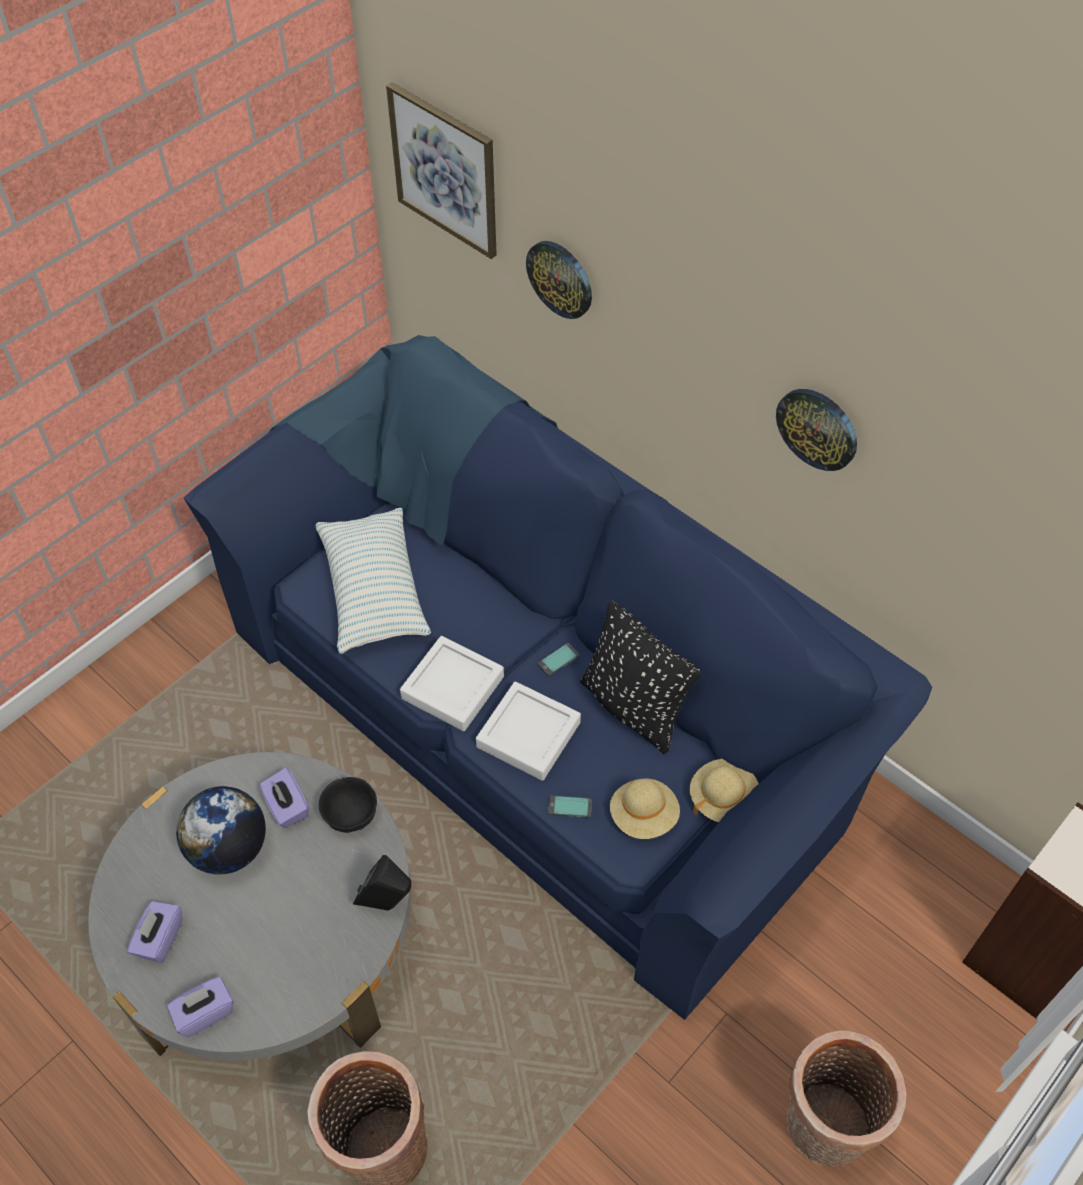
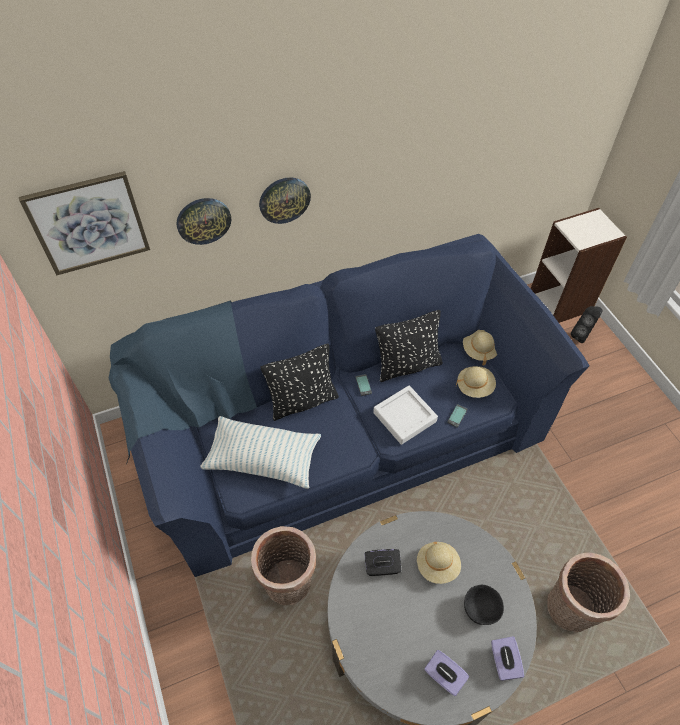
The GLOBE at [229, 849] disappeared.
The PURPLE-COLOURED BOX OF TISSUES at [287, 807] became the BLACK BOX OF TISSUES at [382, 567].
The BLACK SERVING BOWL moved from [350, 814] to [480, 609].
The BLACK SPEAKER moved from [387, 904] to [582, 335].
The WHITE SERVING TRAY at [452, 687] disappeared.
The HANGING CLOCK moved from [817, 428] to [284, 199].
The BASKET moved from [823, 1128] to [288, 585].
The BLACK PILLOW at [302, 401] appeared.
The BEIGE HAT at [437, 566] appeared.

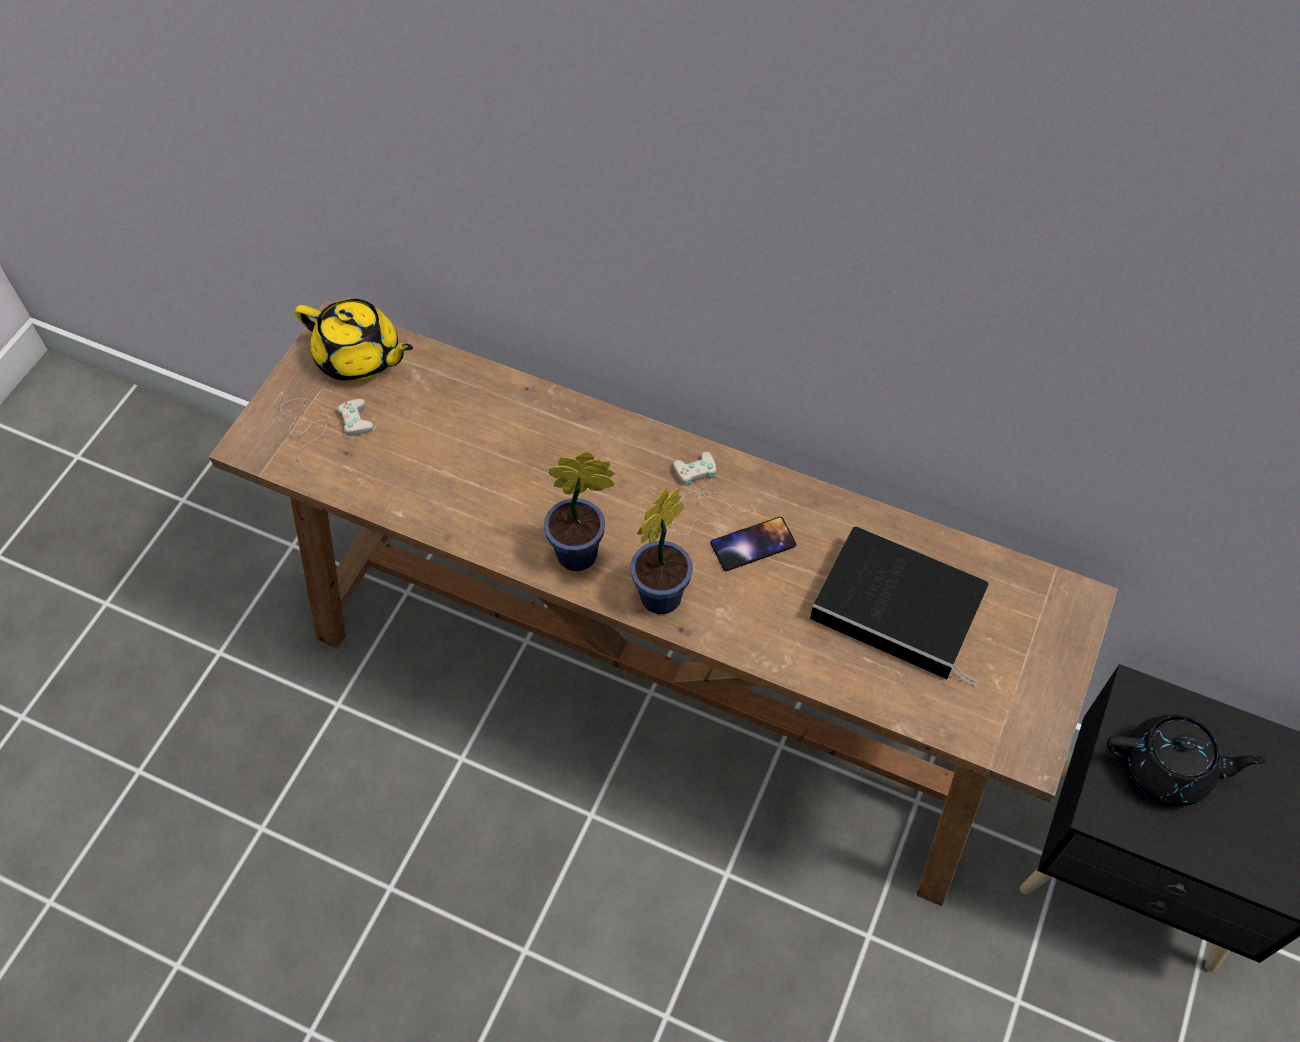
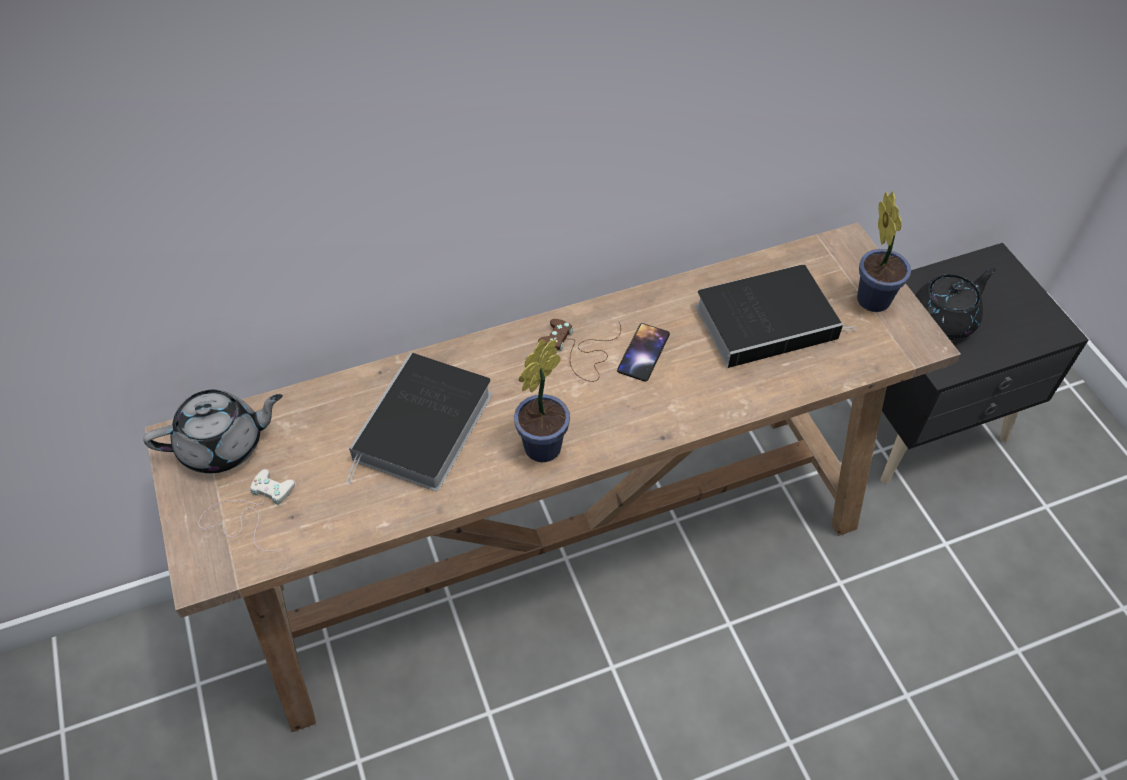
The YELLOW TEA POT at [360, 358] became the GREYISH TEA POT at [224, 445].
The POTTED PLANT moved from [665, 593] to [872, 296].
The WHITE GAME CONTROLLER at [701, 499] became the BROWN GAME CONTROLLER at [580, 351].
The BOOK at [423, 430] appeared.

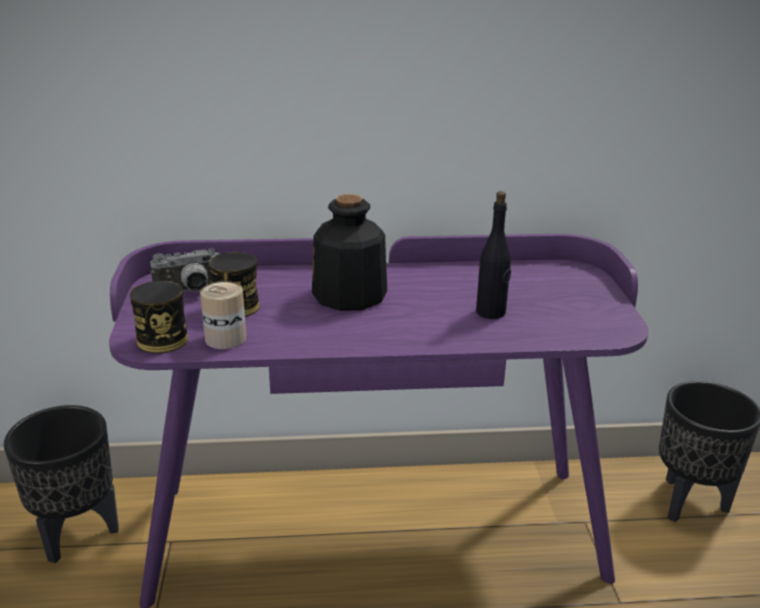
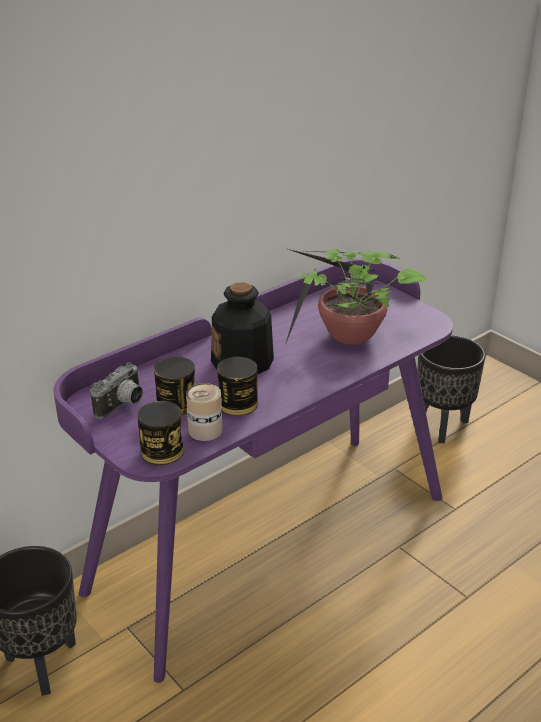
The BLACK BOTTLE at [491, 312] was replaced by the POTTED PLANT at [348, 339].
The SEALED CAN at [238, 404] appeared.

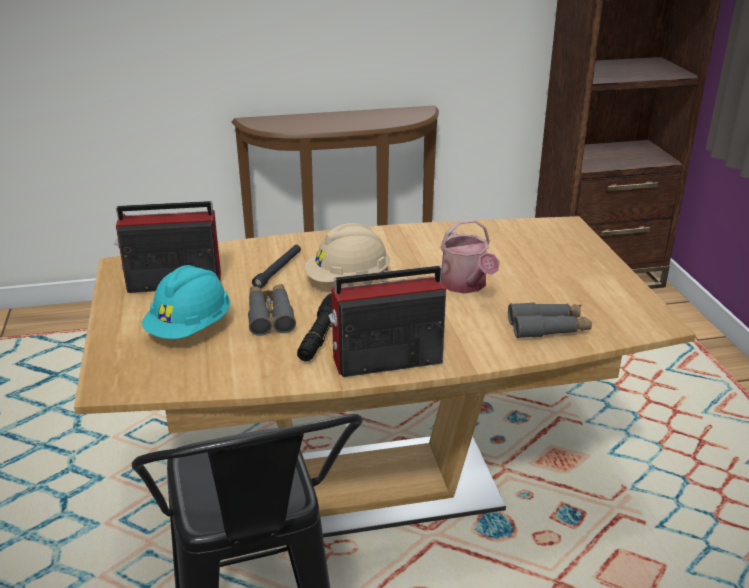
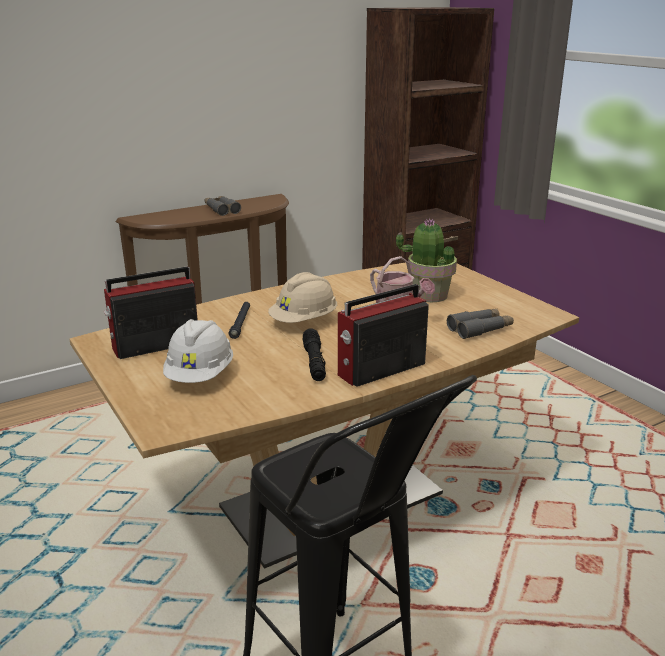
The TURQUOISE-COLOURED HARD HAT at [190, 329] became the WHITE HARD HAT at [200, 376].
The GREYISH FIELD GLASSES moved from [270, 316] to [221, 210].
The POTTED PLANT at [429, 295] appeared.

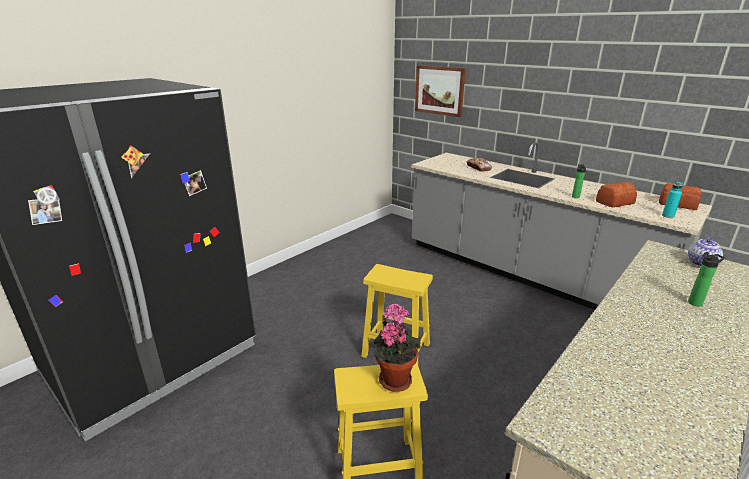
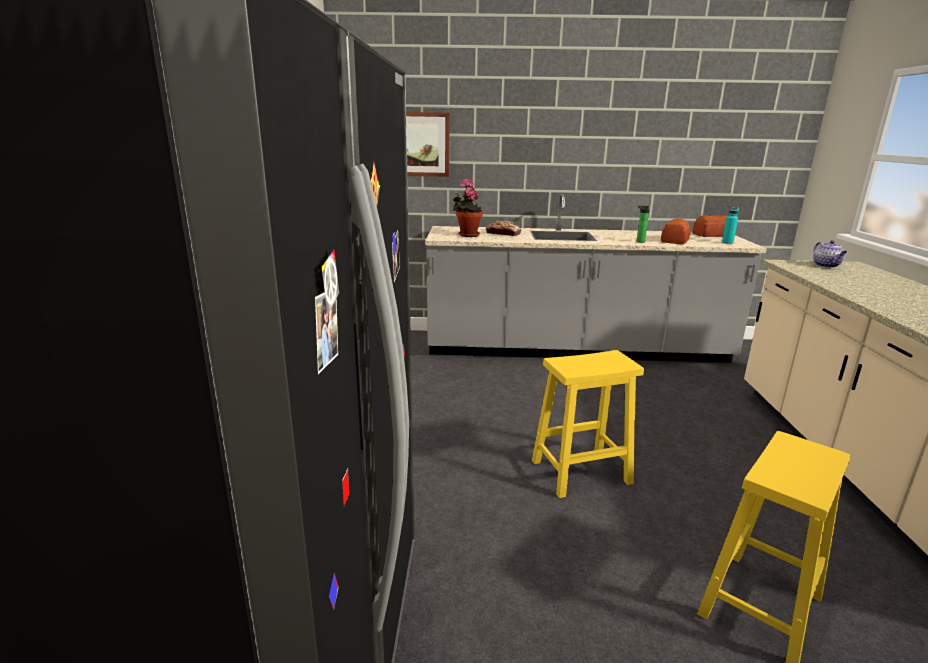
The POTTED PLANT moved from [394, 378] to [467, 235].
The BOTTLE at [696, 302] disappeared.

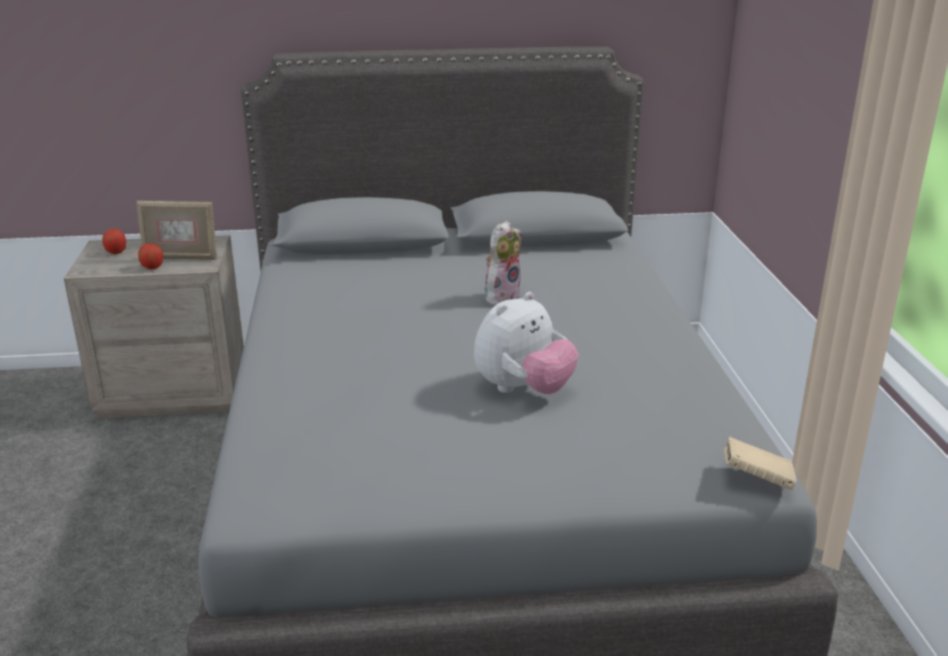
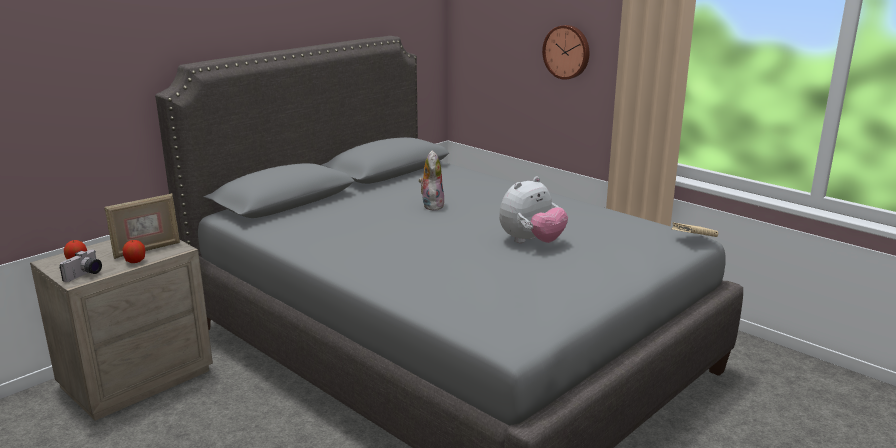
The SOFT TOY at [523, 390] turned 45 degrees clockwise.
The PHOTO CAMERA at [85, 275] appeared.
The HANGING CLOCK at [567, 52] appeared.

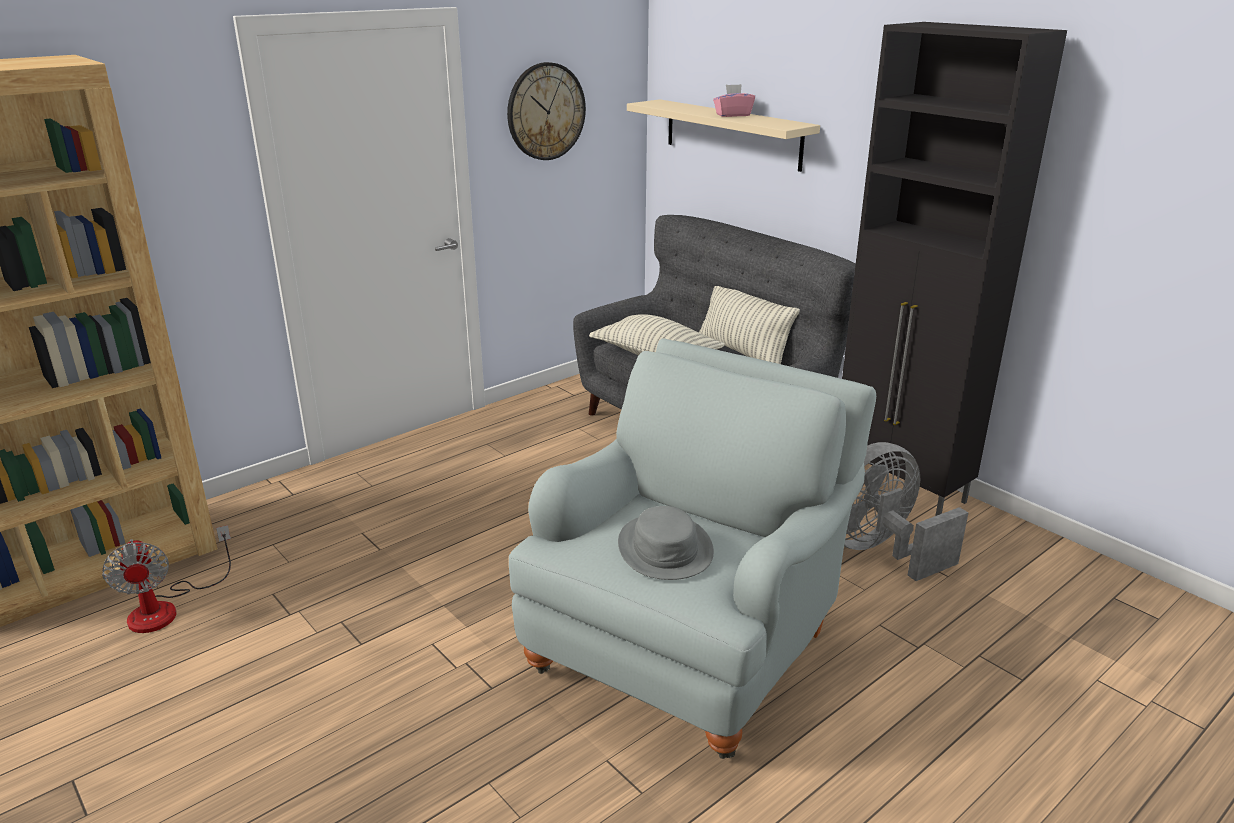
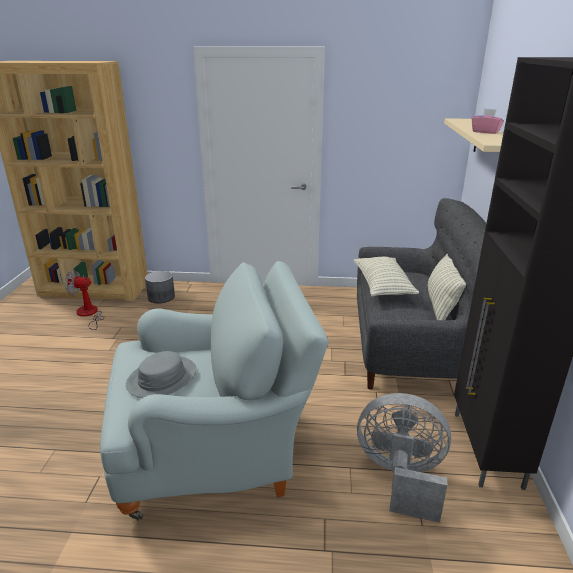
The COOLING FAN at [167, 608] turned 75 degrees clockwise.
The HANGING CLOCK at [546, 111] disappeared.
The GREYISH PLANTER at [161, 297] appeared.

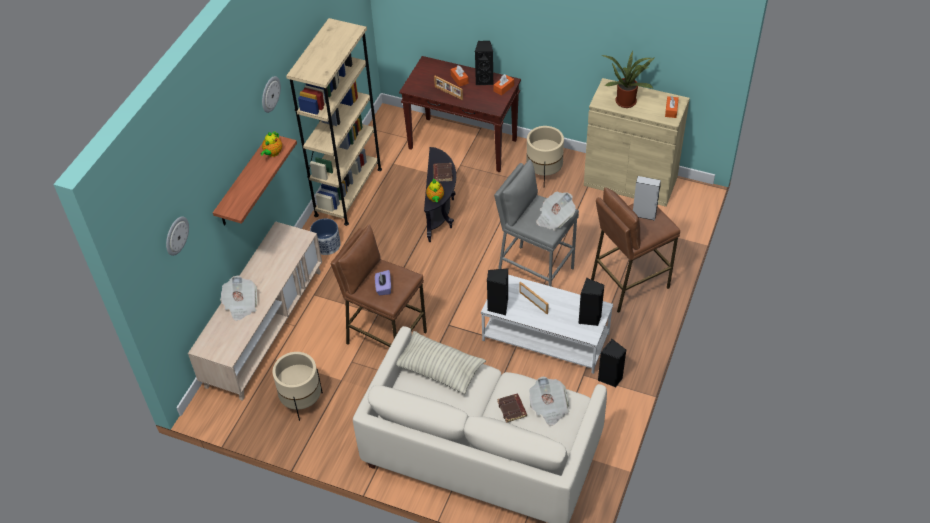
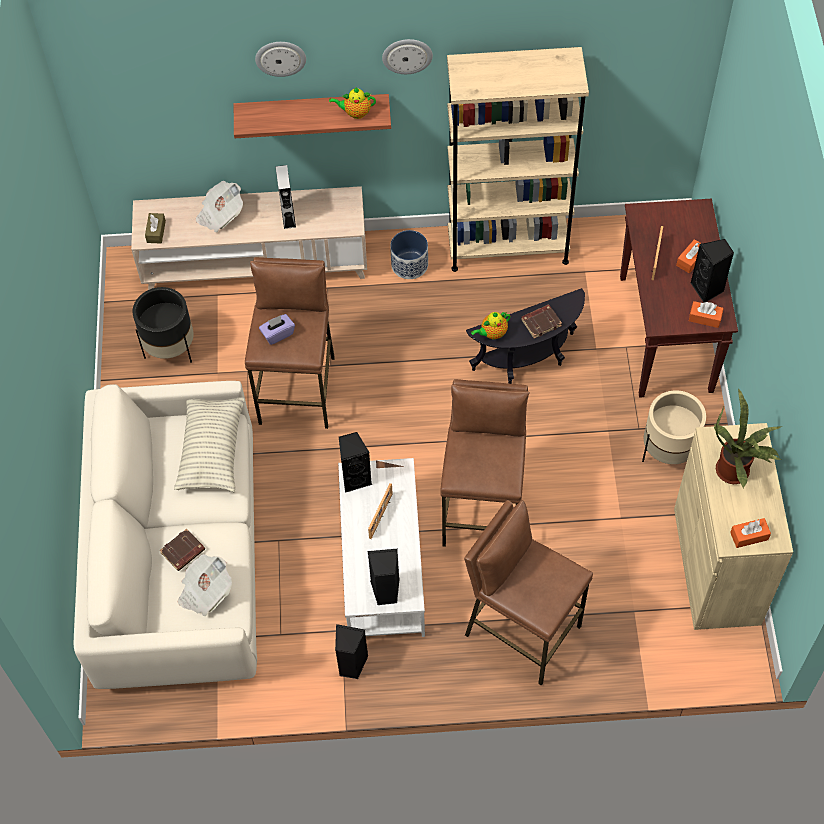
The HANGING CLOCK moved from [176, 235] to [280, 57].
The BEIGE PLANTER at [302, 402] became the BLACK PLANTER at [170, 348].
The GREYISH STOOL at [535, 272] became the BROWN STOOL at [483, 510].
The NEWSPAPER at [554, 218] disappeared.
The GREYISH SPEAKER moved from [644, 215] to [288, 216].
The BROWN BOX OF TISSUES at [156, 232] appeared.

